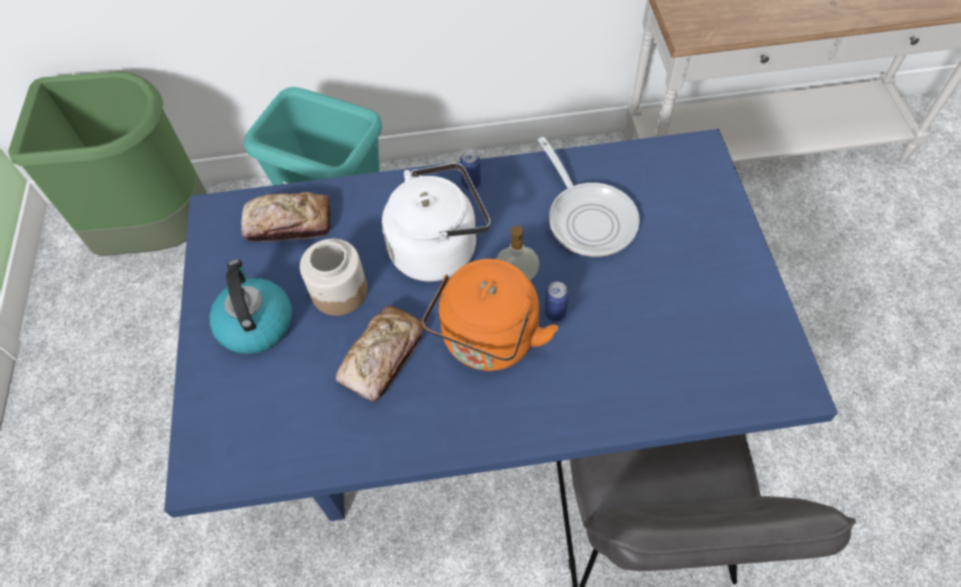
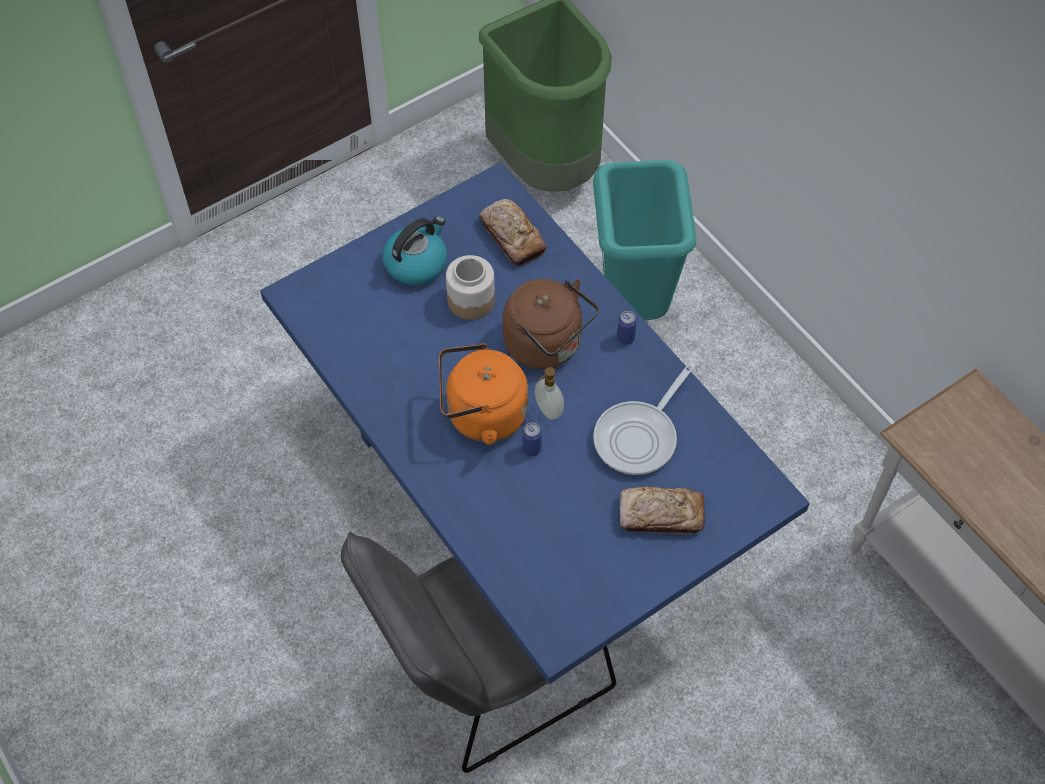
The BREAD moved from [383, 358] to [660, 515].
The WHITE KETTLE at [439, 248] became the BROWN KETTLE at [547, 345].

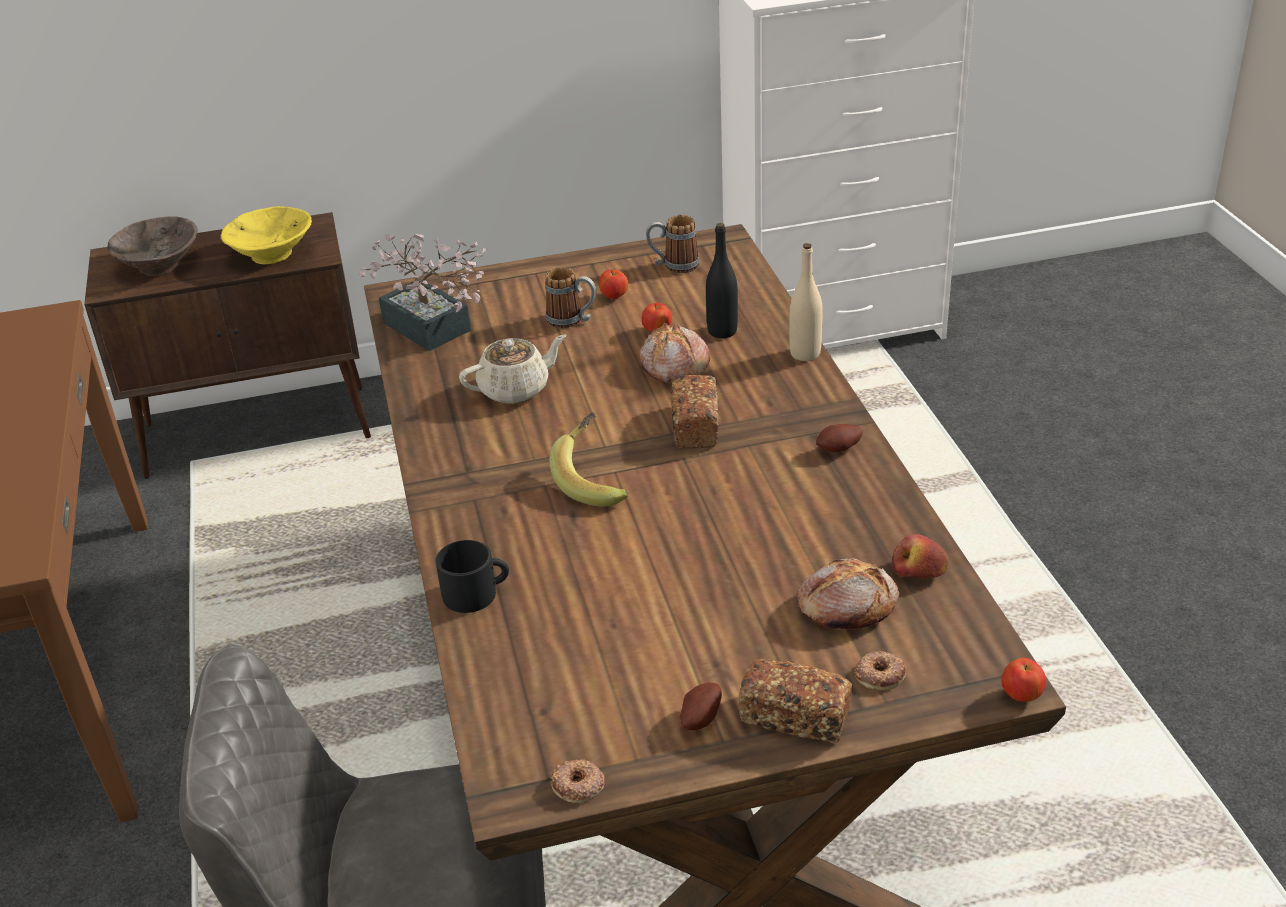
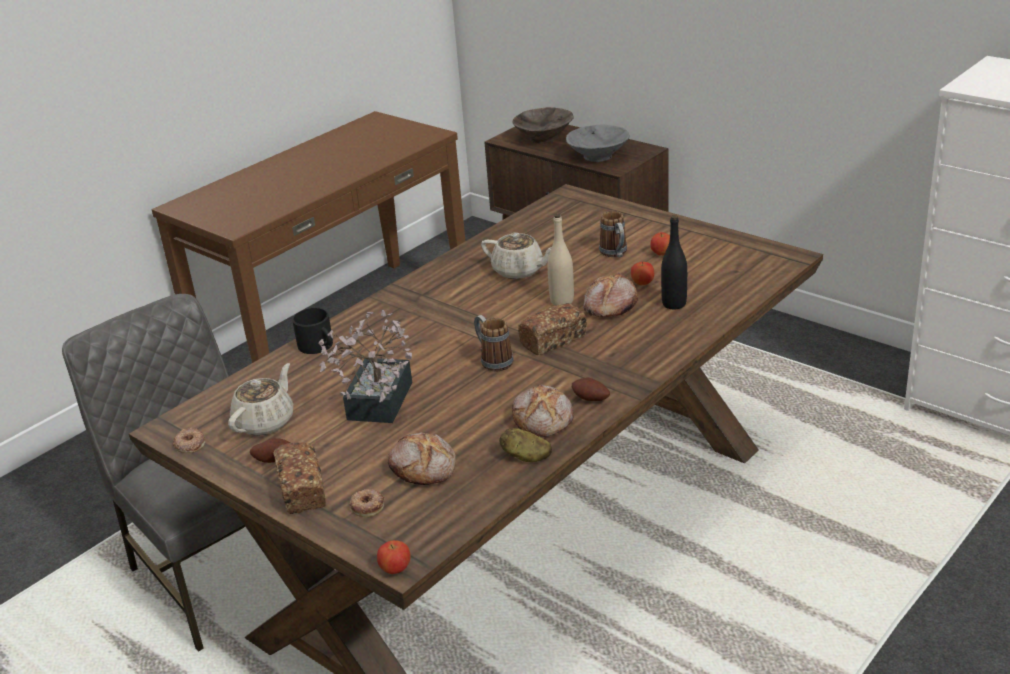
The YELLOW SERVING BOWL at [272, 254] became the GREYISH SERVING BOWL at [599, 156].
The POTTED PLANT moved from [432, 331] to [376, 406].
The BANANA at [596, 479] disappeared.
The MUG moved from [673, 265] to [492, 360].
The BEIGE BOTTLE moved from [805, 354] to [562, 301].
The WHOLE APPLE at [919, 570] disappeared.
The BEIGE TEA POT at [265, 422] appeared.
The POTATO at [526, 457] appeared.
The BREAD at [544, 419] appeared.

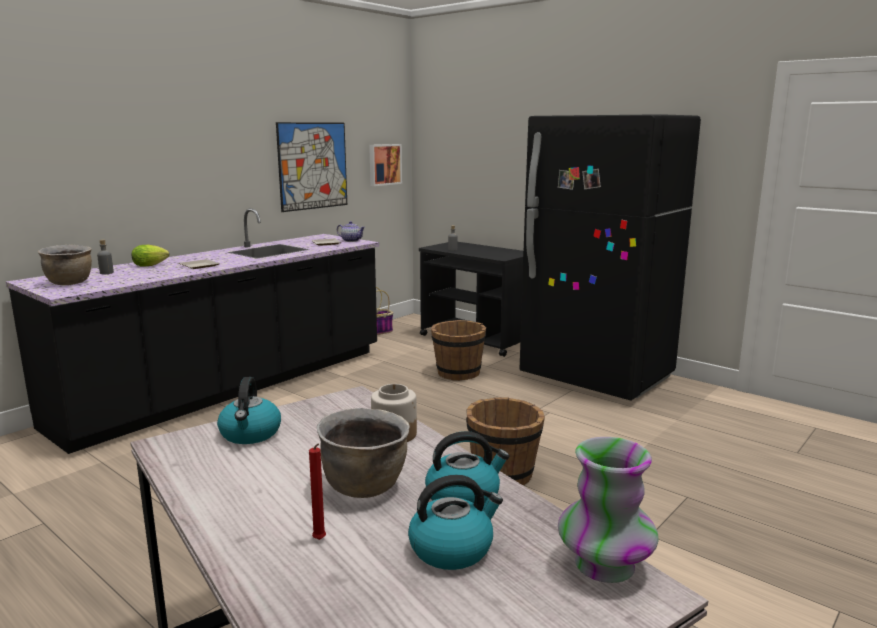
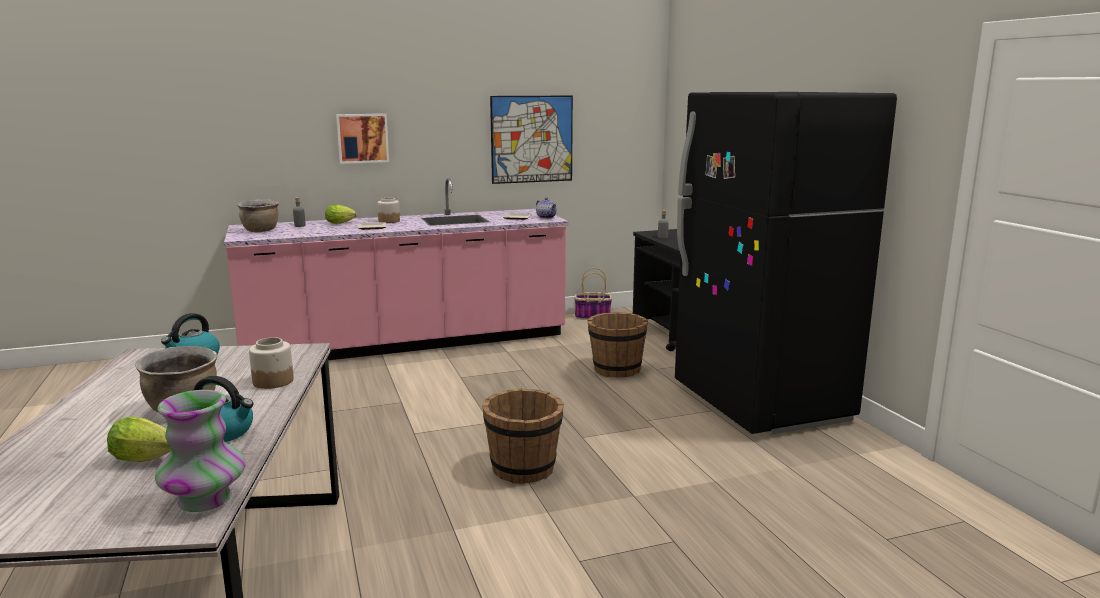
The BLACK KITCHEN COUNTER at [230, 387] became the PINKISH KITCHEN COUNTER at [407, 343].
The RED-COLOURED WAX LIGHT at [320, 541] disappeared.
The WALL ART moved from [384, 164] to [362, 138].
The KETTLE at [452, 548] was replaced by the LETTUCE HEAD at [148, 459].
The STORAGE JAR at [389, 221] appeared.

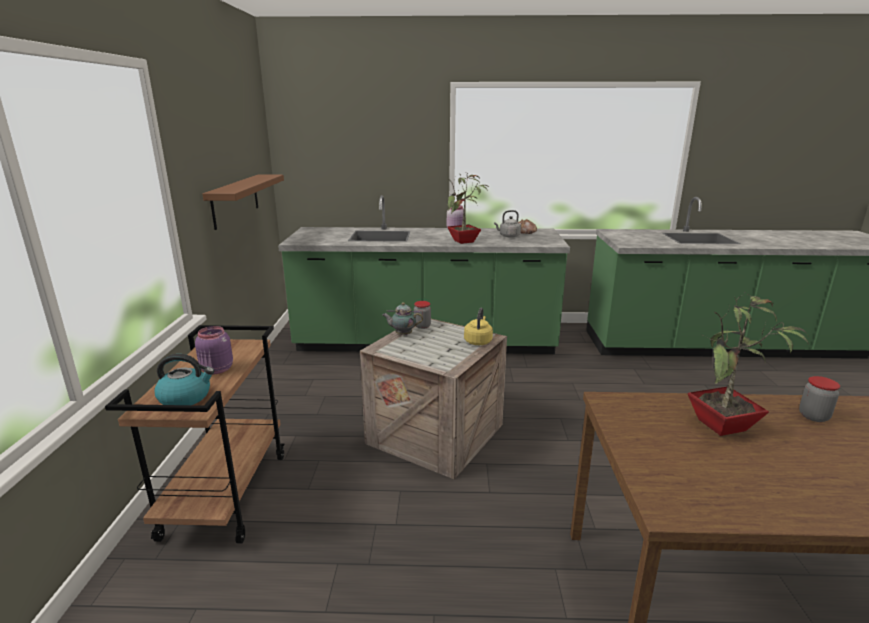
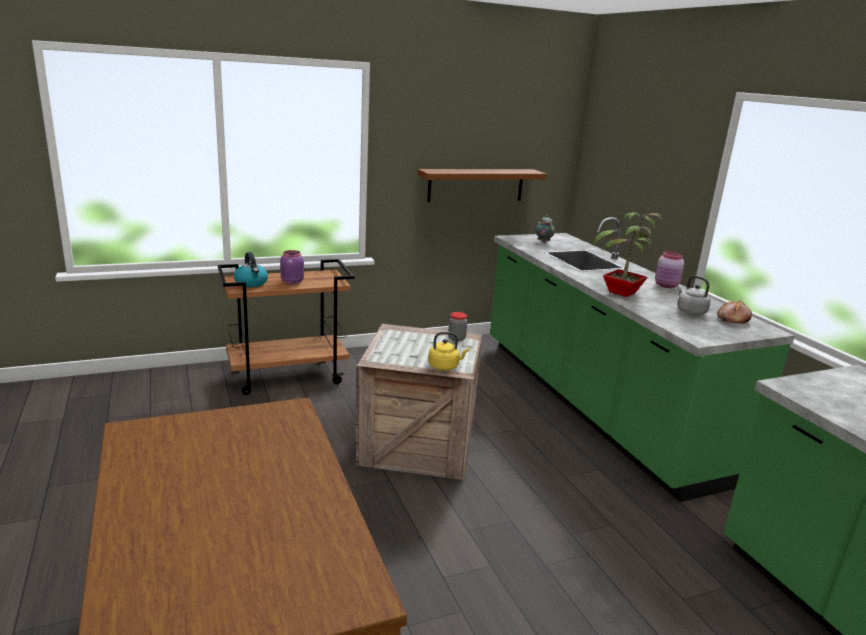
The TEA POT moved from [402, 334] to [543, 242].
The POTTED PLANT at [723, 427] disappeared.
The STORAGE JAR at [813, 416] disappeared.

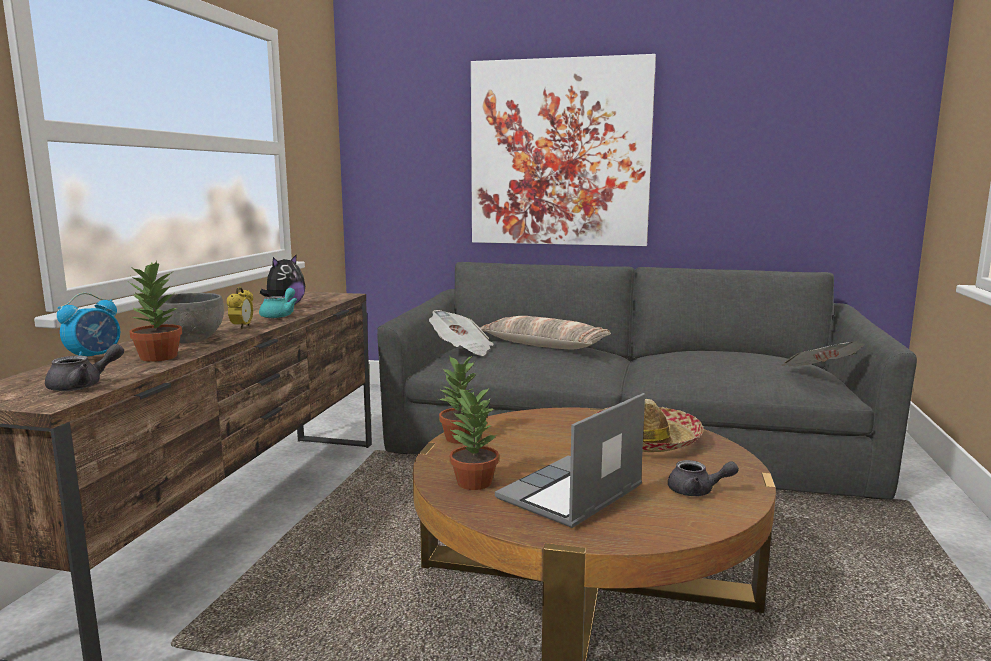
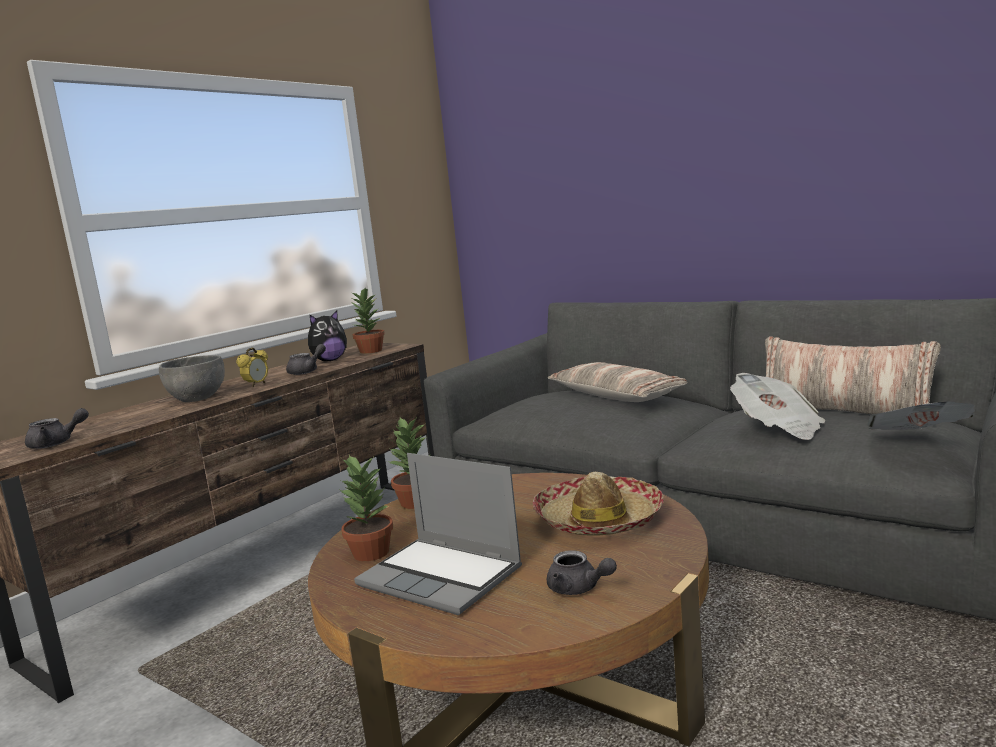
The ALARM CLOCK at [95, 358] disappeared.
The POTTED PLANT moved from [158, 357] to [370, 351].
The TURQUOISE-COLOURED TEA POT at [280, 315] became the GREYISH TEA POT at [307, 371].
The NEWSPAPER moved from [462, 350] to [778, 428].
The WALL ART at [559, 153] disappeared.
The NOTEBOOK COMPUTER at [571, 495] turned 120 degrees counterclockwise.
The PILLOW at [843, 410] appeared.

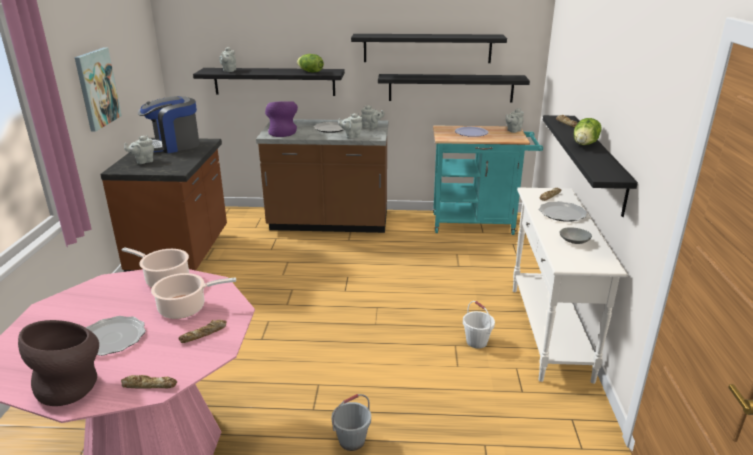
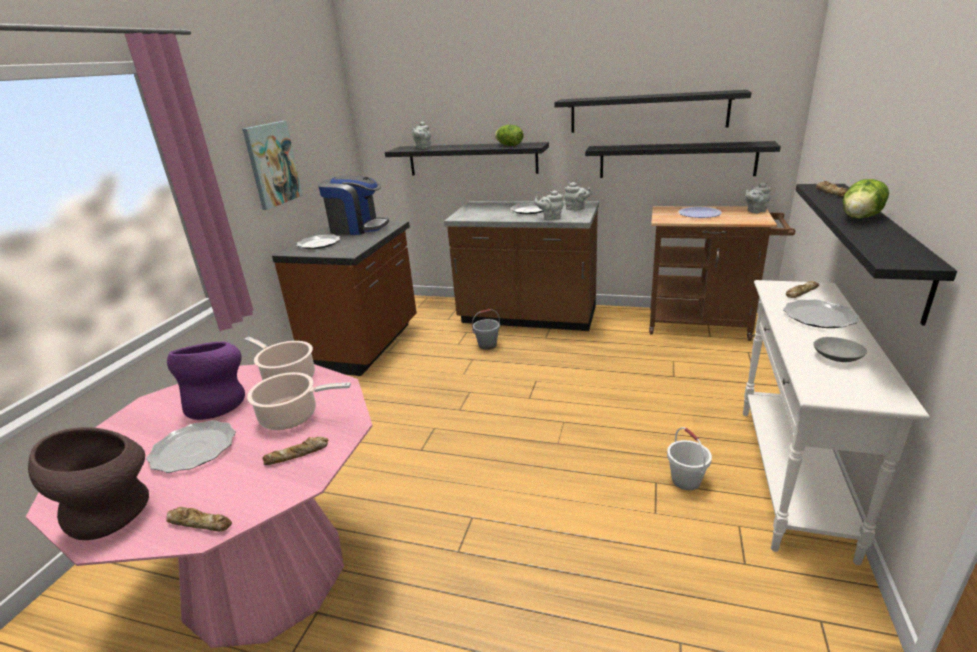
The GREYISH TEA POT at [143, 161] was replaced by the DINNER PLATE at [319, 244].
The COFFEE MACHINE at [173, 145] turned 150 degrees counterclockwise.
The PURPLE-COLOURED VASE moved from [282, 132] to [218, 402].
The GREYISH PAIL moved from [352, 441] to [487, 345].
The TURQUOISE-COLOURED TROLLEY at [478, 223] became the BROWN TROLLEY at [705, 325].

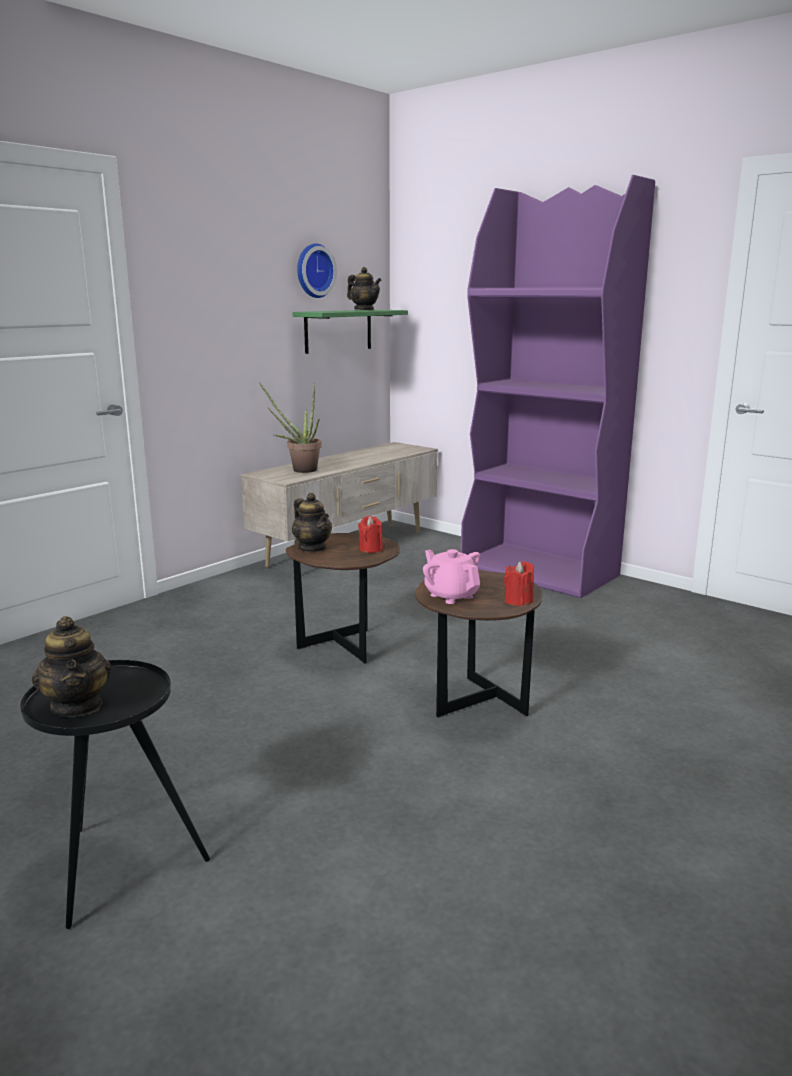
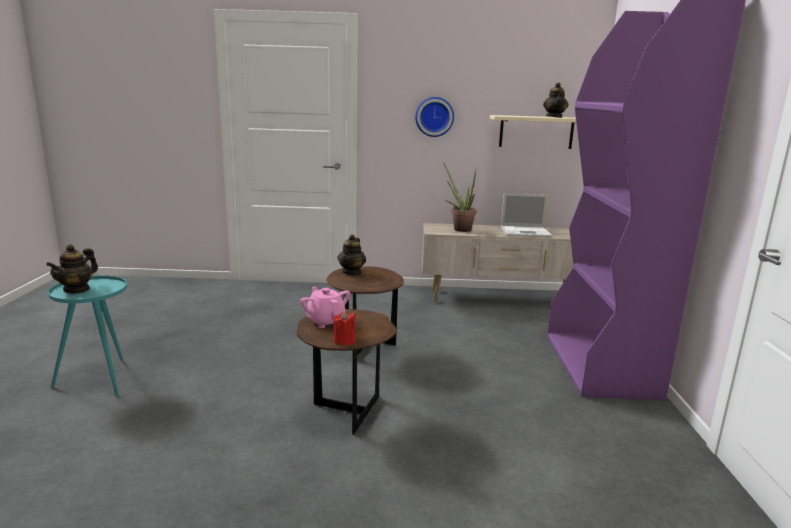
The BLACK SIDE TABLE at [119, 865] became the TURQUOISE-COLOURED SIDE TABLE at [102, 379].
The GREEN-COLOURED WALL SHELF at [338, 331] became the BEIGE WALL SHELF at [536, 132].
The HANGING CLOCK moved from [313, 271] to [434, 116].
The RED-COLOURED WAX LIGHT at [371, 549] disappeared.
The PINKISH TEA POT at [451, 595] turned 45 degrees counterclockwise.
The NOTEBOOK COMPUTER at [526, 232] appeared.

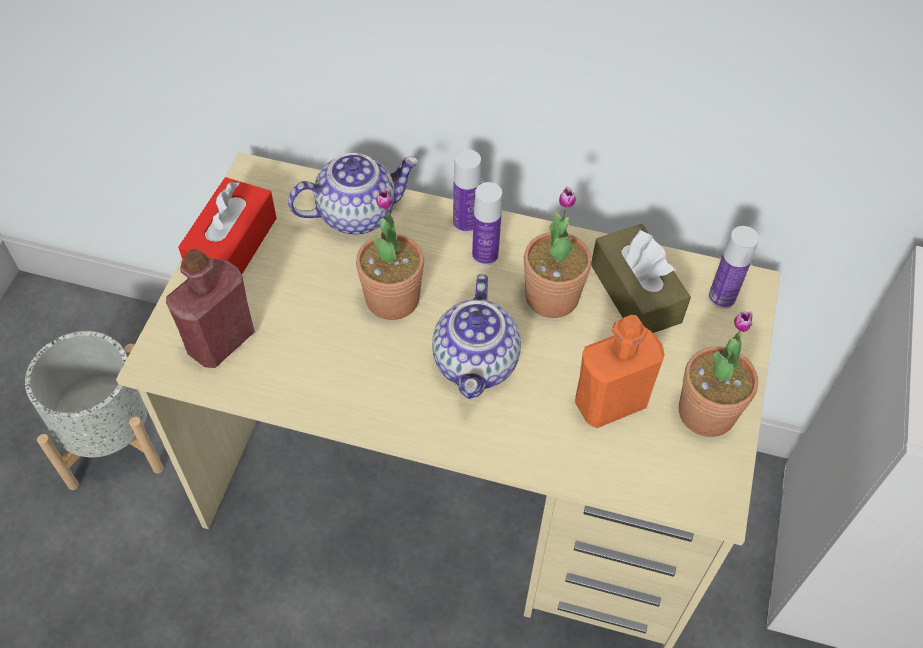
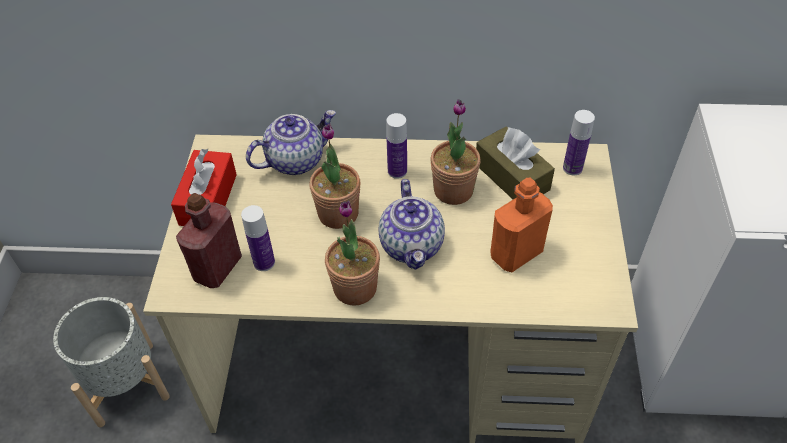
The BOTTLE moved from [466, 223] to [264, 262].
The POTTED PLANT moved from [706, 412] to [355, 288].

